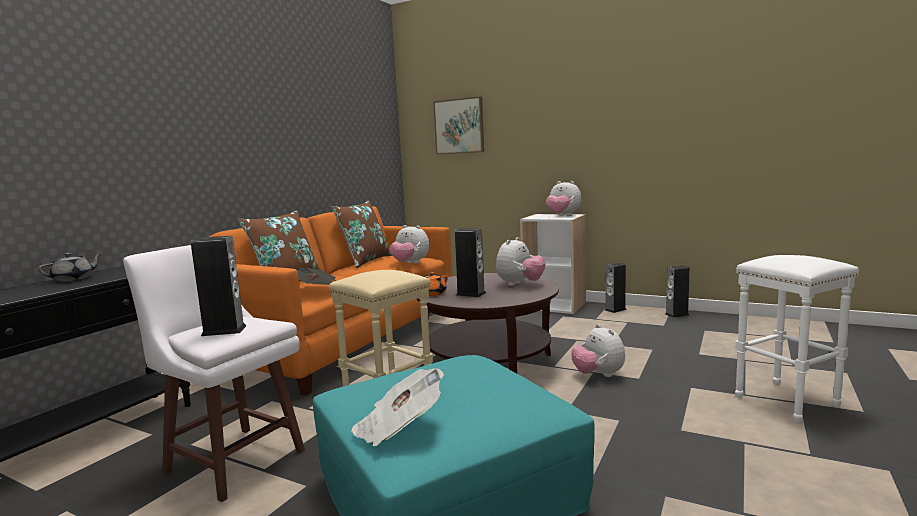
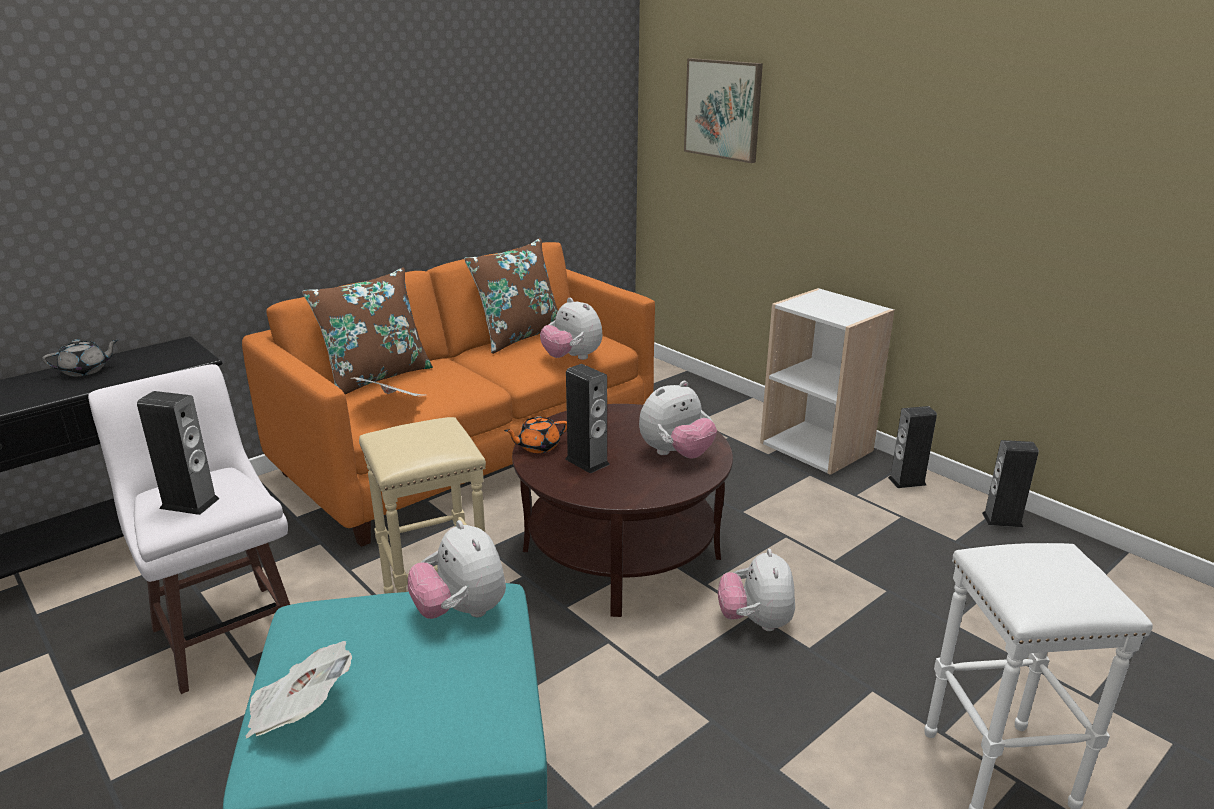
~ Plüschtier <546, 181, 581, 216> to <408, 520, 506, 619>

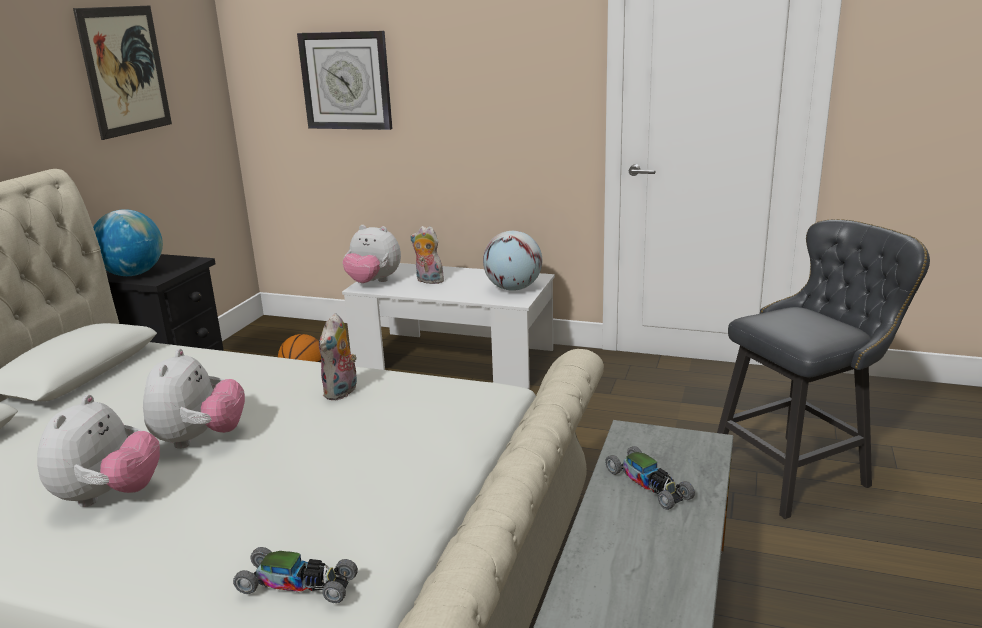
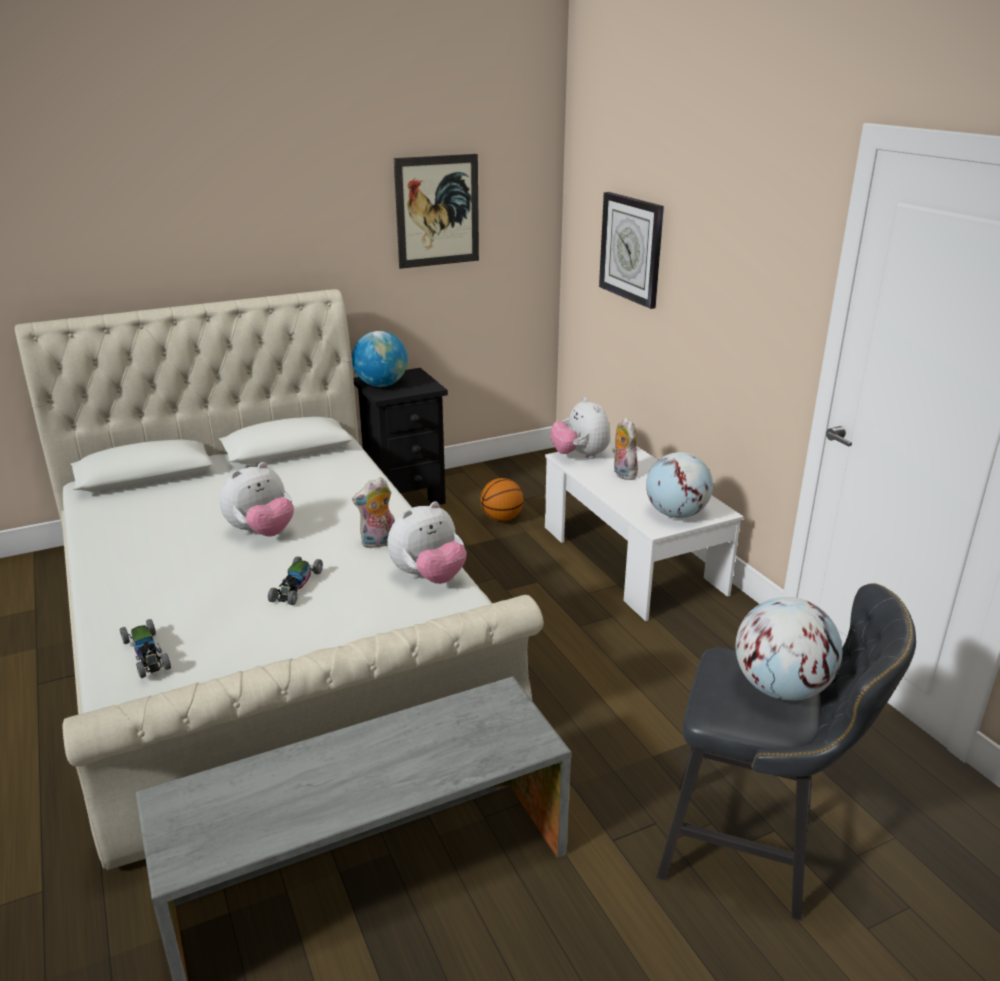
~ Spielzeugauto <605, 446, 695, 510> to <268, 556, 323, 605>
~ Plüschtier <37, 395, 160, 507> to <387, 501, 467, 584>
+ Globus <736, 597, 842, 701>

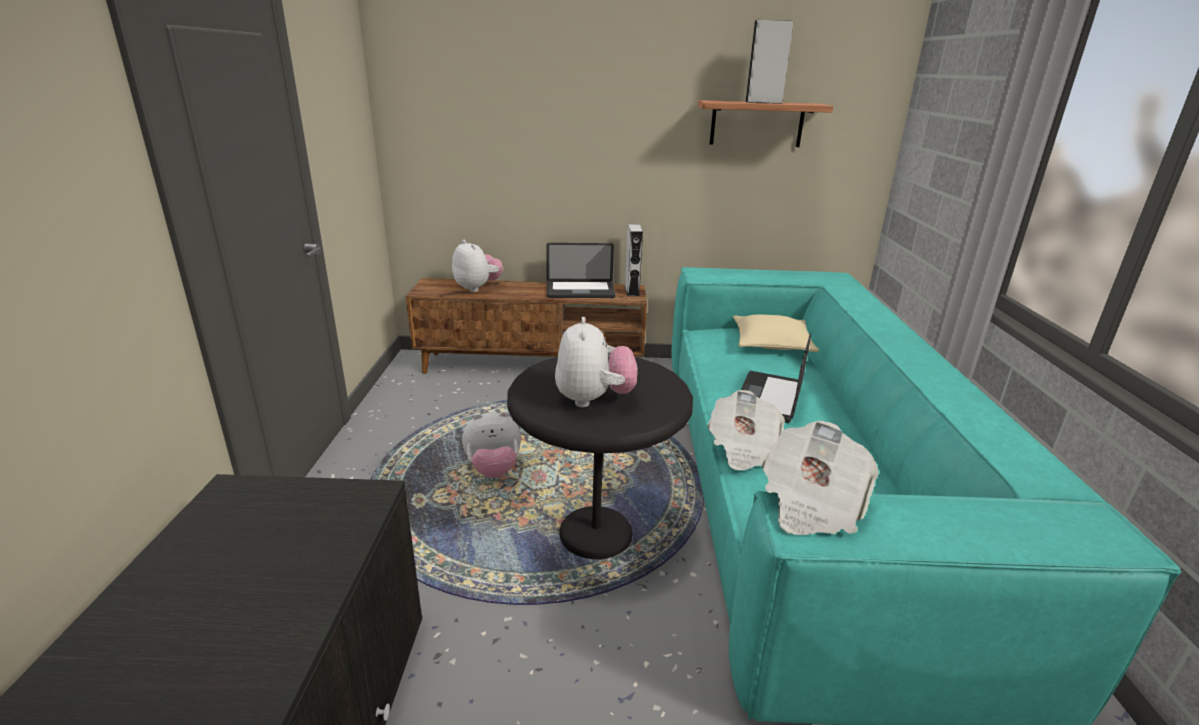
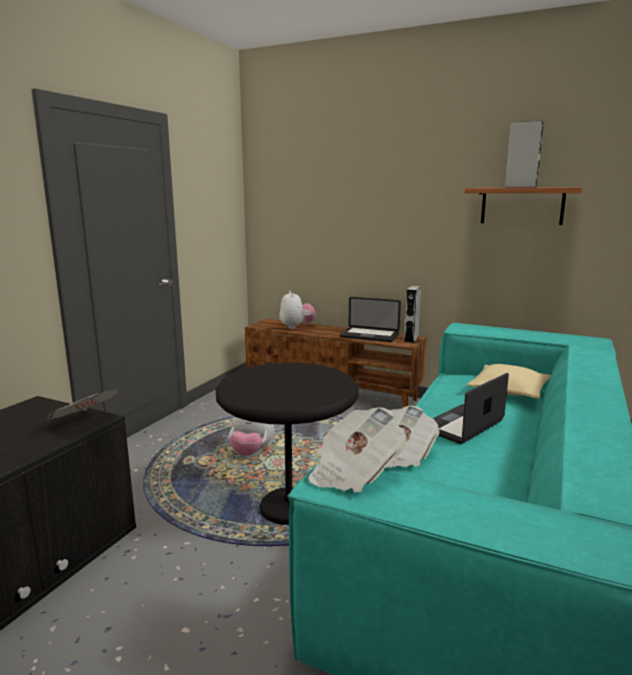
+ Zeitung <48, 390, 117, 420>
- Plüschtier <555, 317, 637, 408>

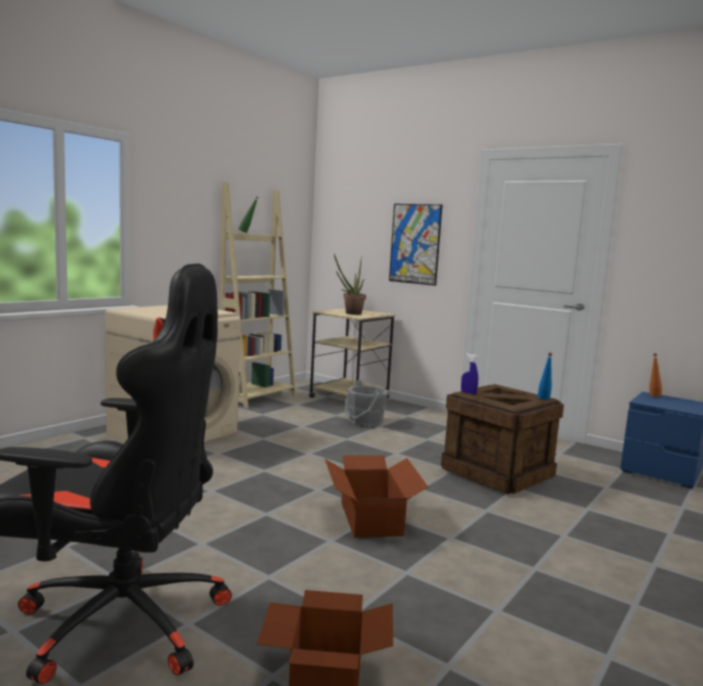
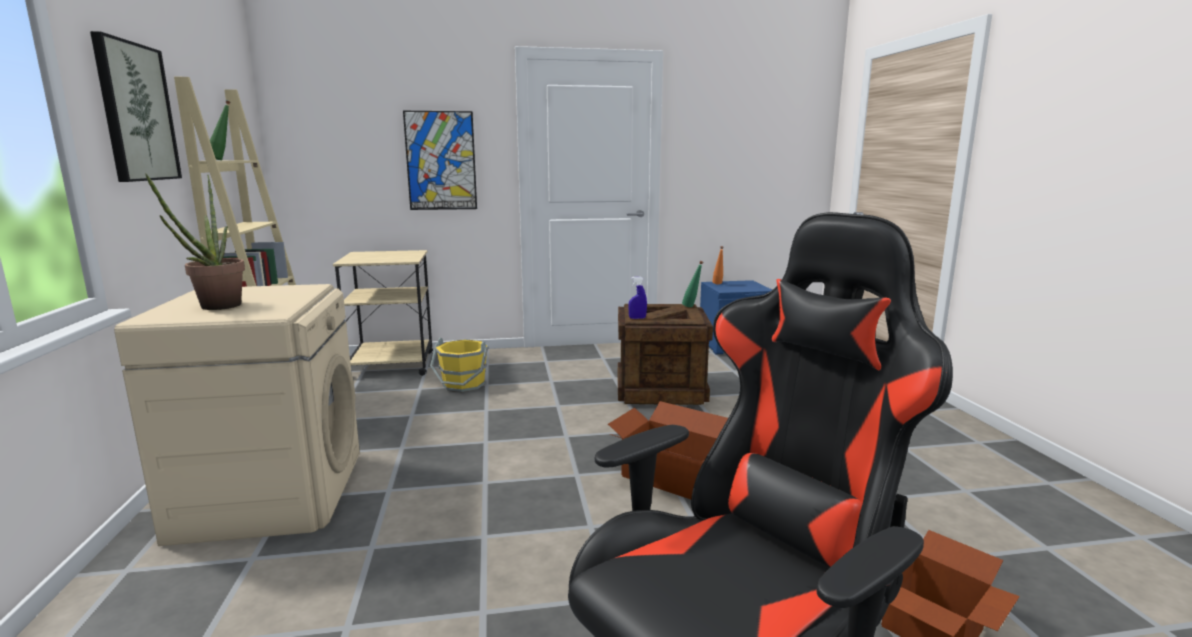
+ Bild <90, 31, 182, 182>
~ Topfpflanze <334, 254, 366, 315> to <145, 173, 245, 310>
~ Eimer (grau) <345, 380, 389, 427> to Eimer (gelb) <430, 338, 489, 392>
~ Flasche (blau) <538, 353, 552, 400> to Flasche (grün) <682, 261, 703, 307>

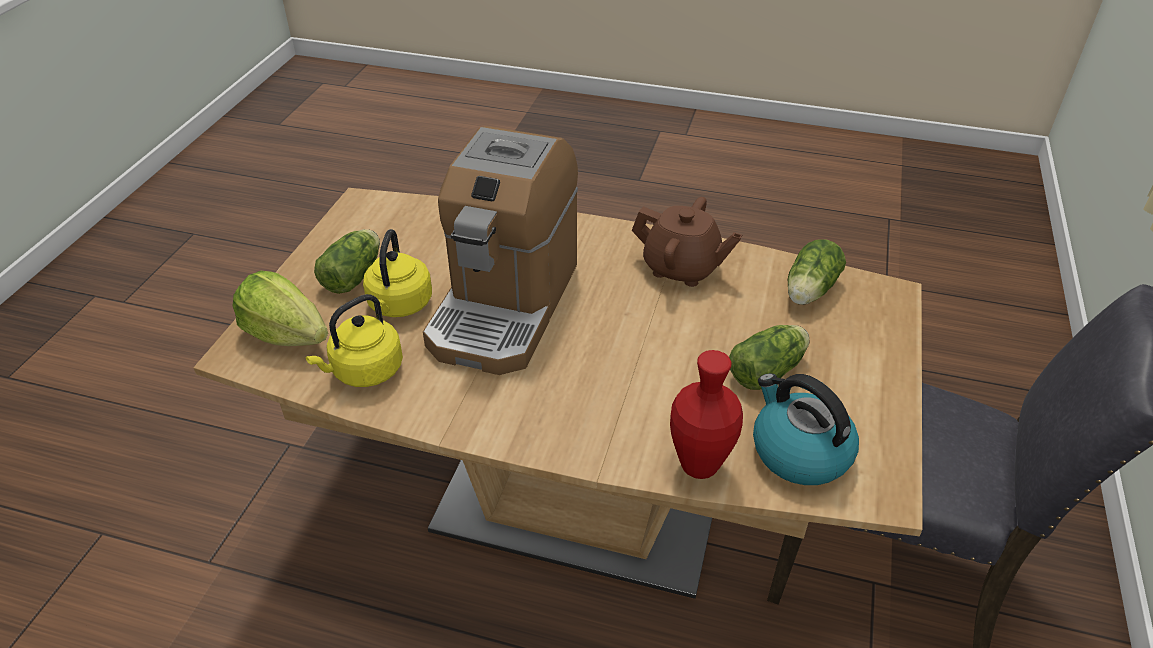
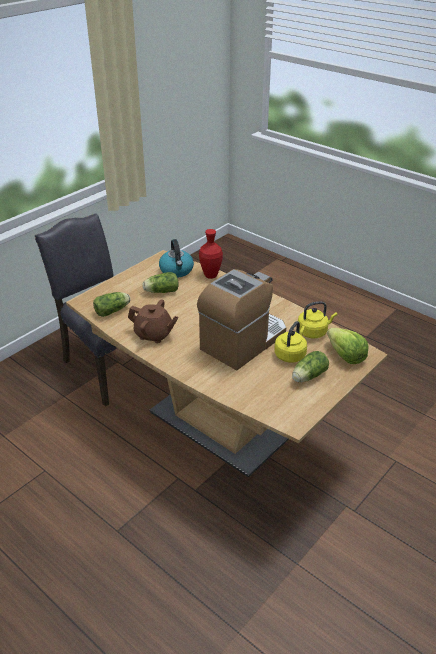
~ Teekanne (braun) <632, 197, 742, 287> = <128, 300, 179, 343> 150 degrees clockwise

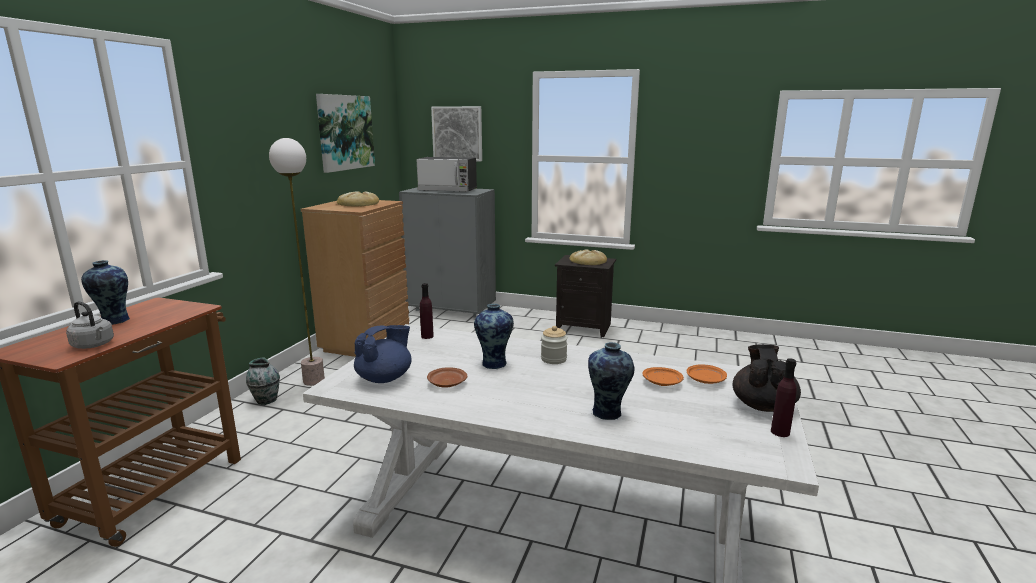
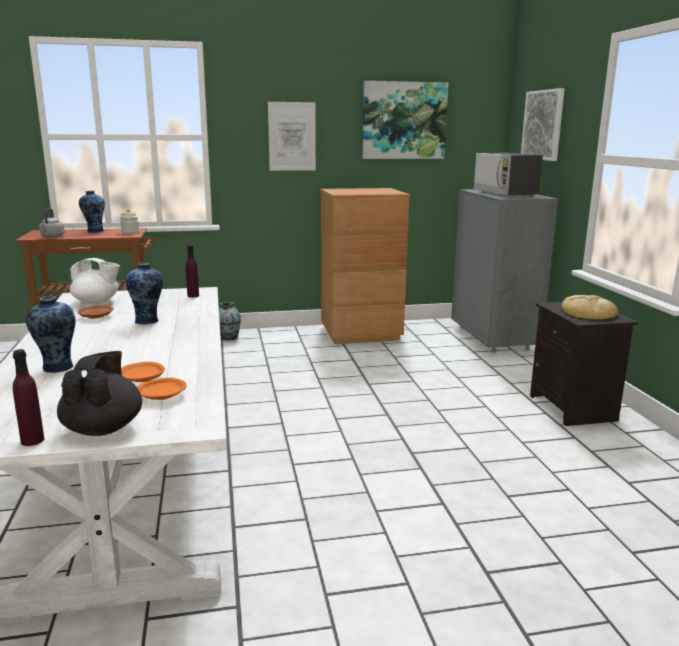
~ Teekanne (schwarz) <733, 344, 801, 412> = <57, 351, 142, 436> 75 degrees counterclockwise
~ Teekanne (blau) <354, 325, 412, 383> to Teekanne (weiß) <70, 258, 120, 304>
~ Vorratsglas <541, 326, 568, 364> to <120, 209, 139, 234>
+ Bild <268, 102, 316, 171>
- Stehlampe <269, 138, 325, 386>
- Brot <337, 192, 379, 206>

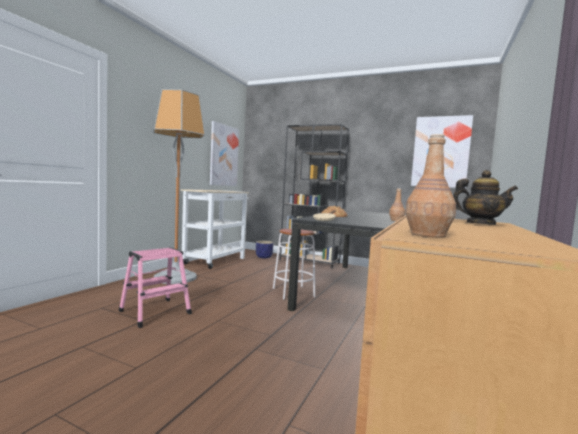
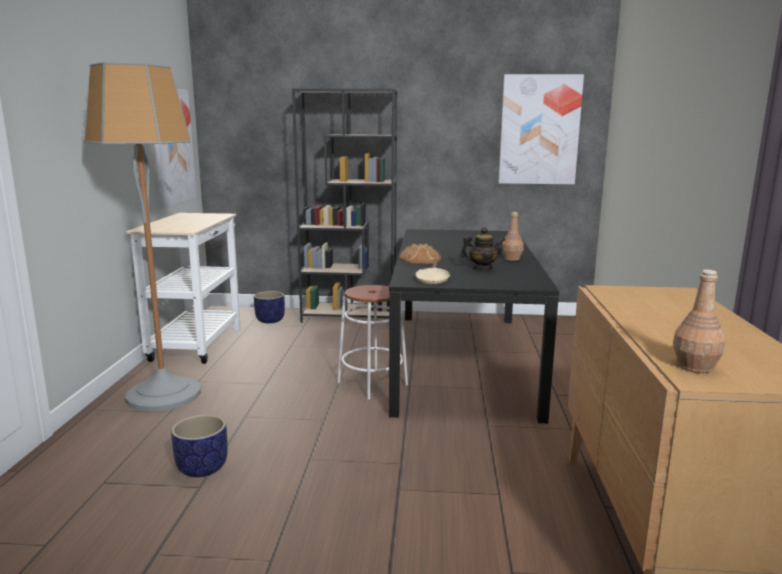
~ Trittleiter (rosa) <118, 247, 192, 328> to Pflanzkübel <171, 414, 228, 477>
~ Teekanne <453, 170, 518, 225> to <460, 227, 505, 270>

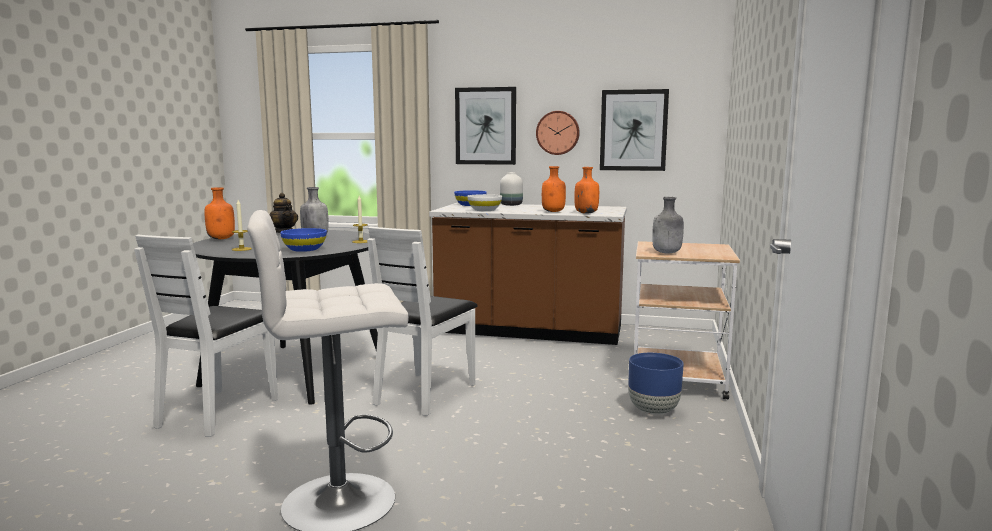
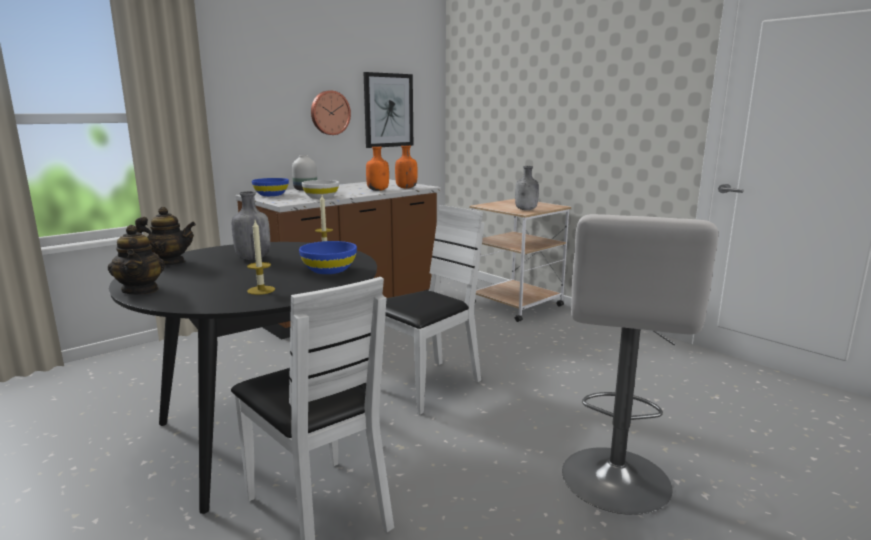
~ Flasche (orange) <204, 187, 235, 239> to Teekanne <108, 225, 165, 295>
~ Stuhl (weiß) <367, 227, 478, 416> = <385, 205, 484, 415> 105 degrees counterclockwise
- Bild <455, 87, 516, 165>
- Pflanzkübel (blau) <629, 353, 684, 415>

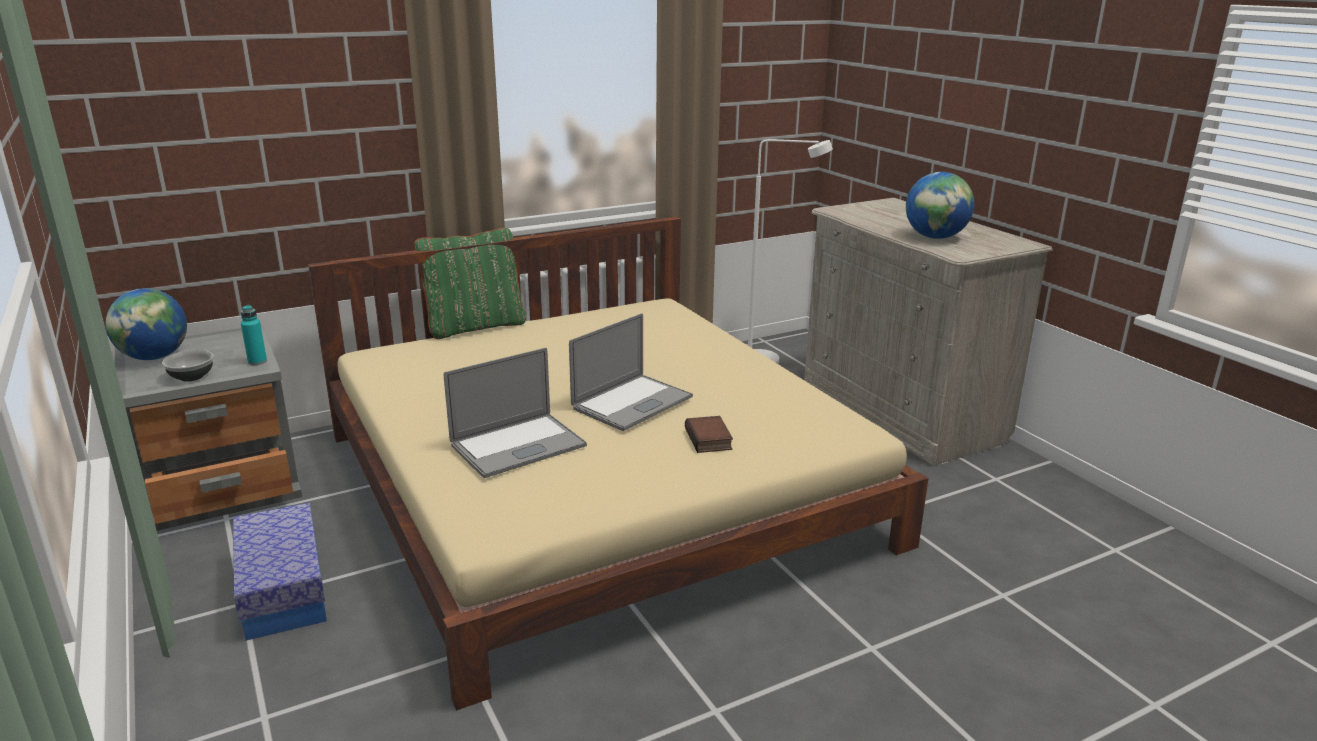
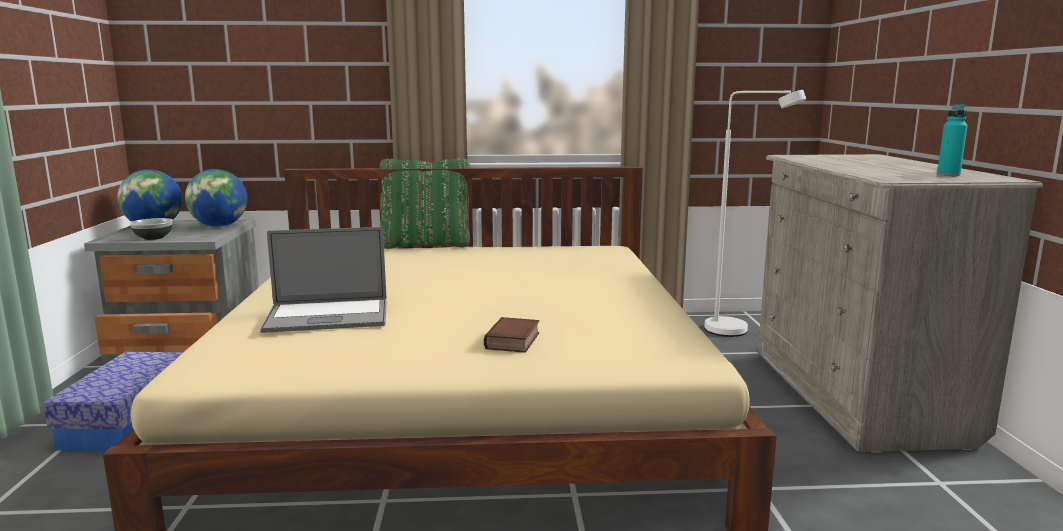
~ Globus <906, 172, 974, 239> to <185, 169, 247, 227>
~ Flasche (türkis) <241, 305, 267, 365> to <937, 104, 968, 176>
- Laptop <569, 313, 693, 431>

